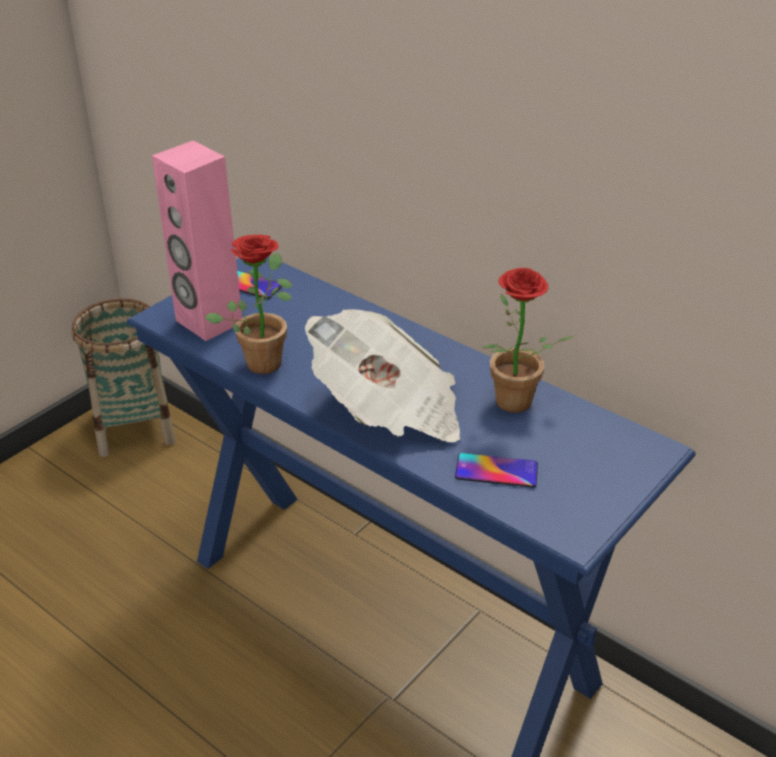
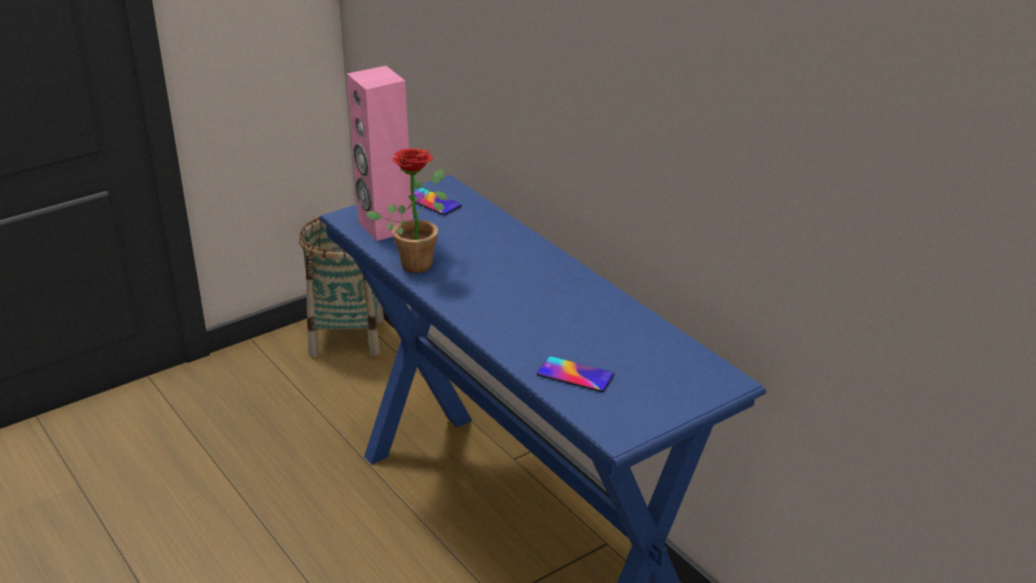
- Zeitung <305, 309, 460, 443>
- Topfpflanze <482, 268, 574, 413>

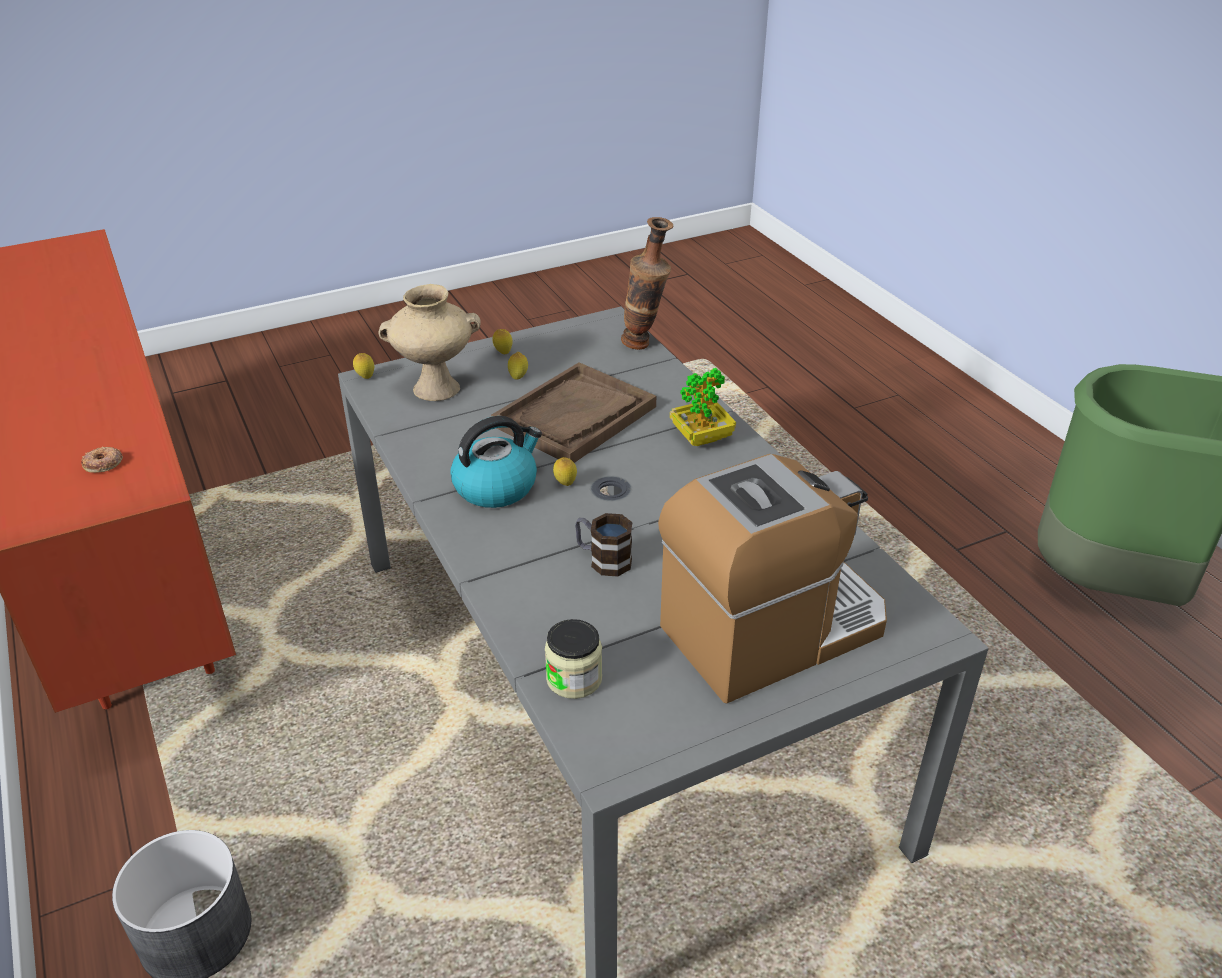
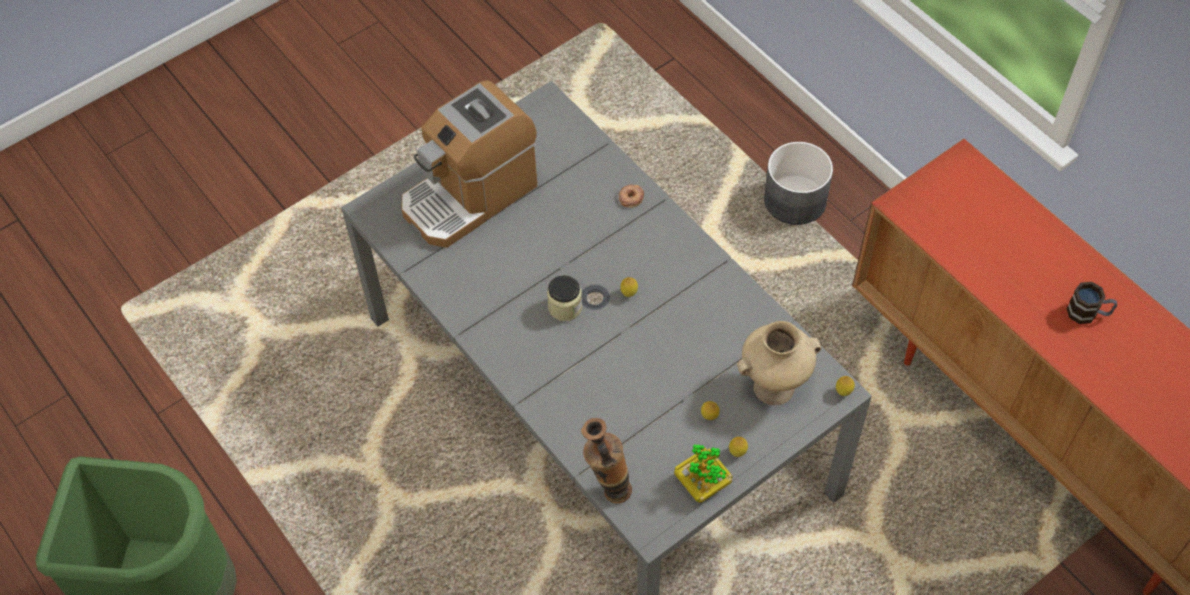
~ Vorratsglas <545, 619, 602, 699> to <547, 275, 582, 321>
~ Donut <81, 447, 123, 473> to <619, 184, 644, 208>
~ Topfpflanze <670, 368, 736, 446> to <674, 444, 733, 503>
~ Henkelbecher <575, 513, 632, 576> to <1066, 282, 1117, 324>
- Wasserkessel <450, 416, 542, 508>
- Tablett (braun) <491, 362, 656, 463>

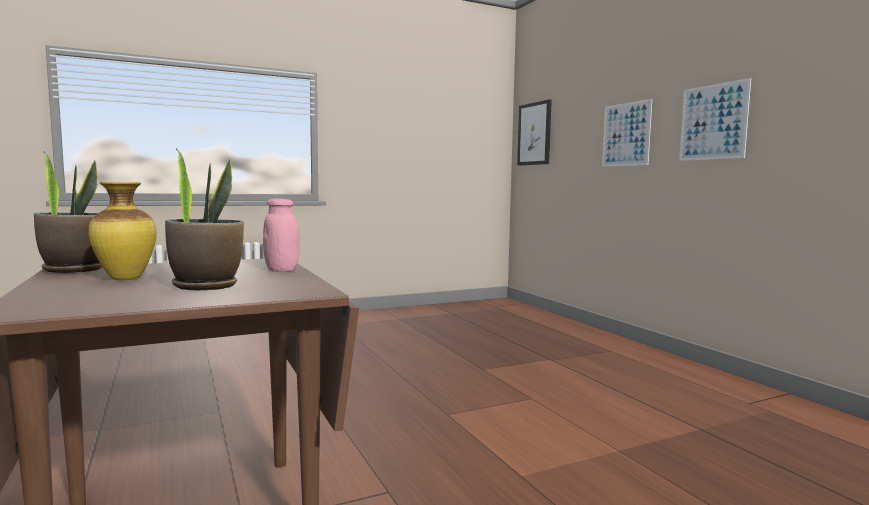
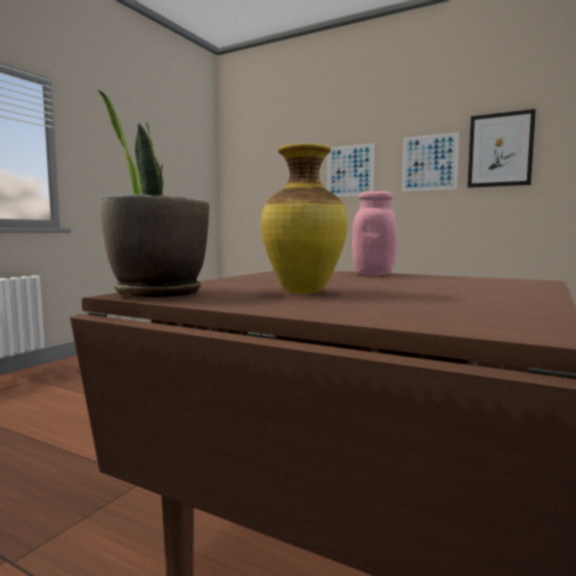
~ Bild <517, 99, 552, 165> to <468, 109, 536, 188>
- Topfpflanze <165, 149, 244, 290>

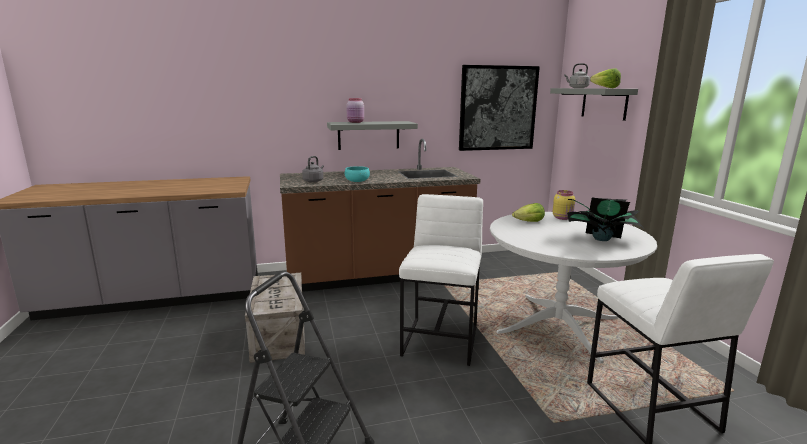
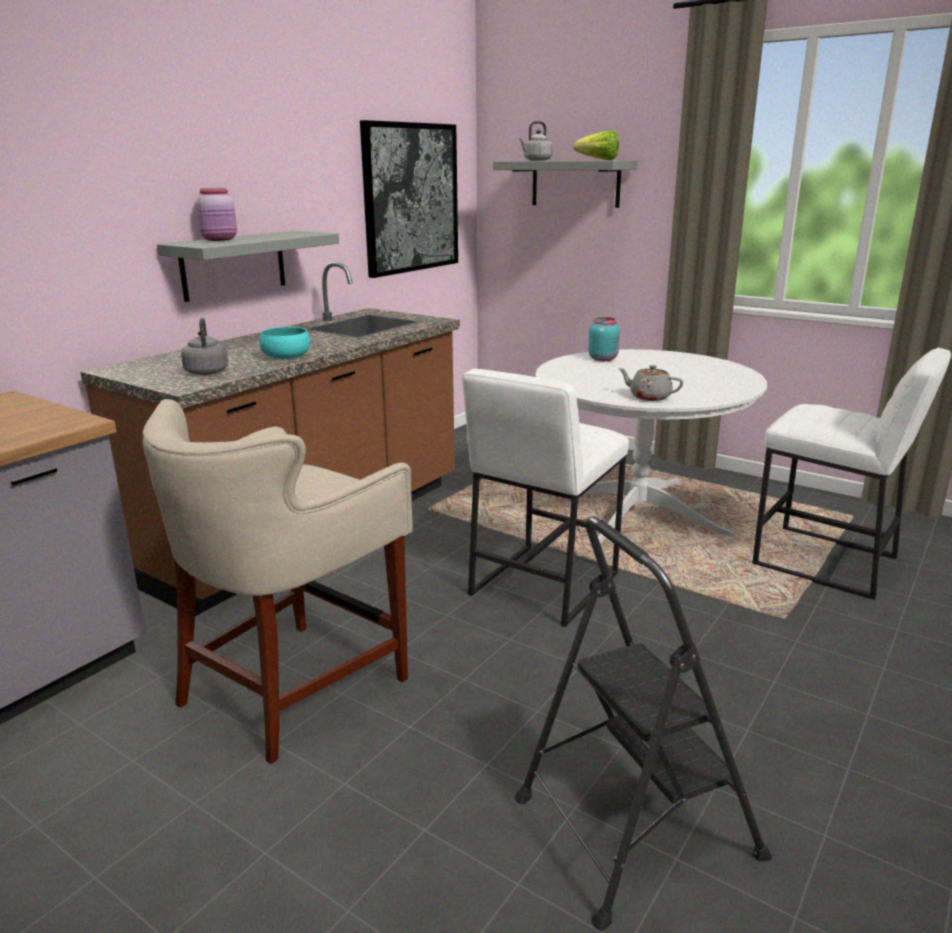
~ Kiste <245, 273, 305, 363> to Hocker (beige) <142, 399, 413, 764>
~ Stuhl (weiß) <399, 194, 483, 366> = <462, 369, 629, 627> 120 degrees counterclockwise
~ Vorratsglas (gelb) <553, 190, 575, 220> to Vorratsglas (türkis) <588, 317, 620, 361>
+ Teekanne (grau) <618, 365, 683, 401>
- Salatkopf <512, 203, 545, 222>
- Topfpflanze <567, 198, 643, 241>

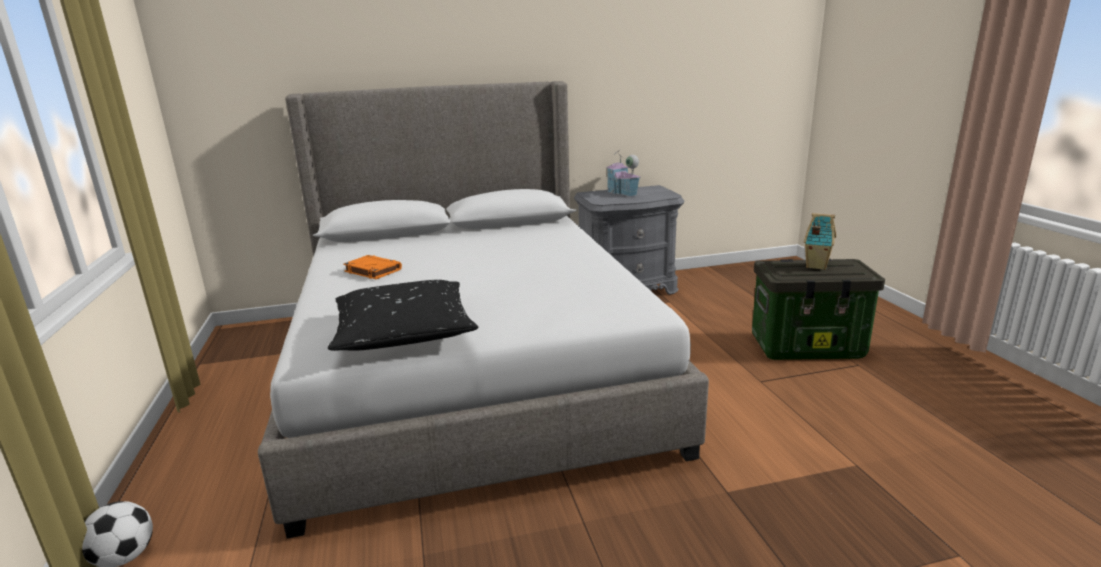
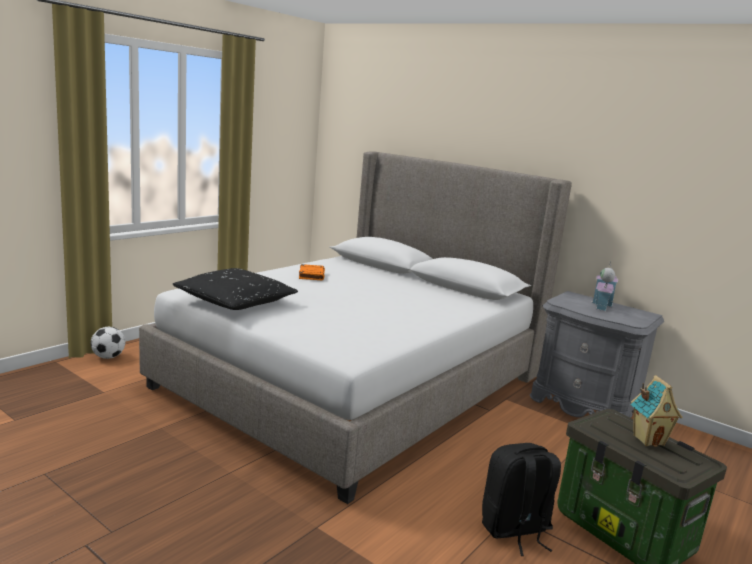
+ Rucksack (schwarz) <482, 443, 561, 556>

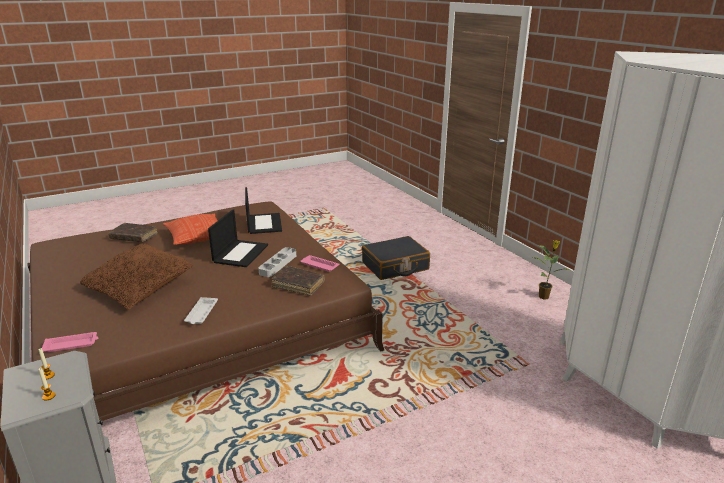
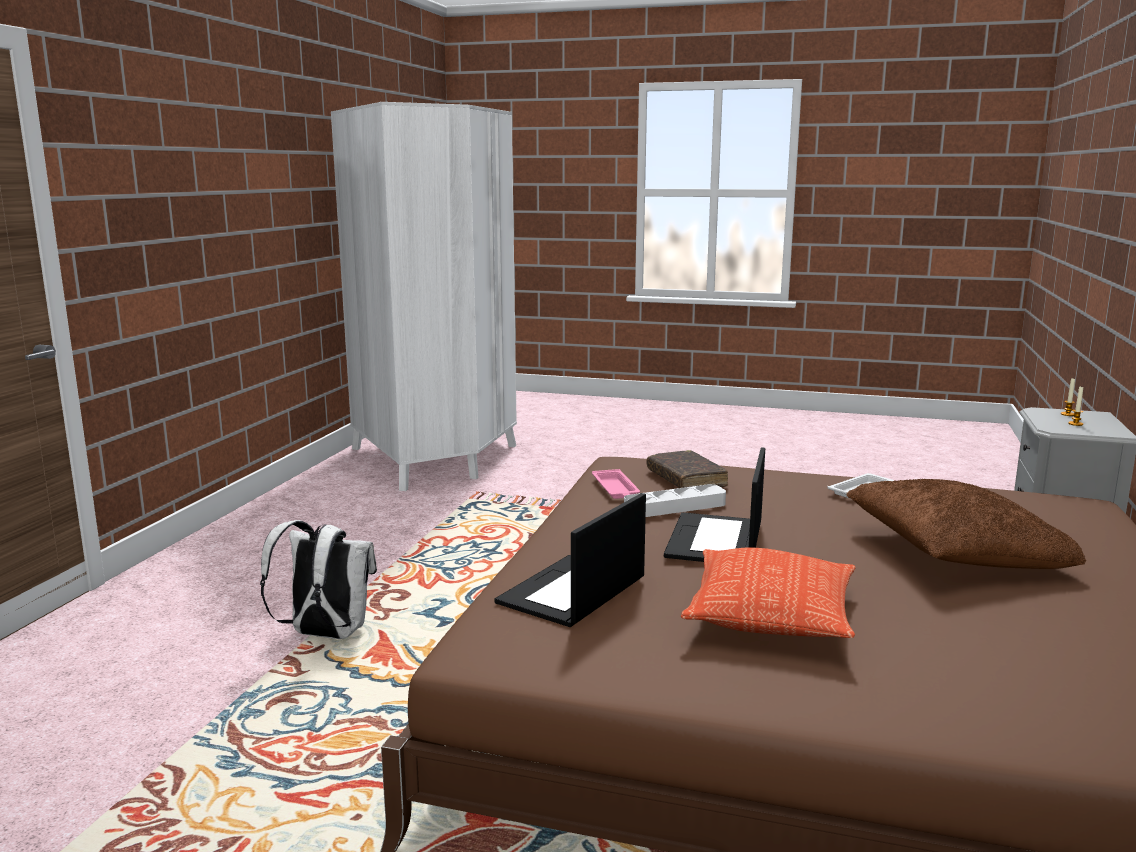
~ Koffer (schwarz) <362, 236, 430, 280> to Rucksack (weiß) <260, 520, 377, 639>
~ Laptop <208, 209, 268, 267> = <664, 447, 765, 562> 45 degrees counterclockwise
- Tablett (rosa) <42, 332, 99, 352>
- Buch (braun) <108, 223, 158, 242>
- Topfpflanze <531, 240, 572, 299>

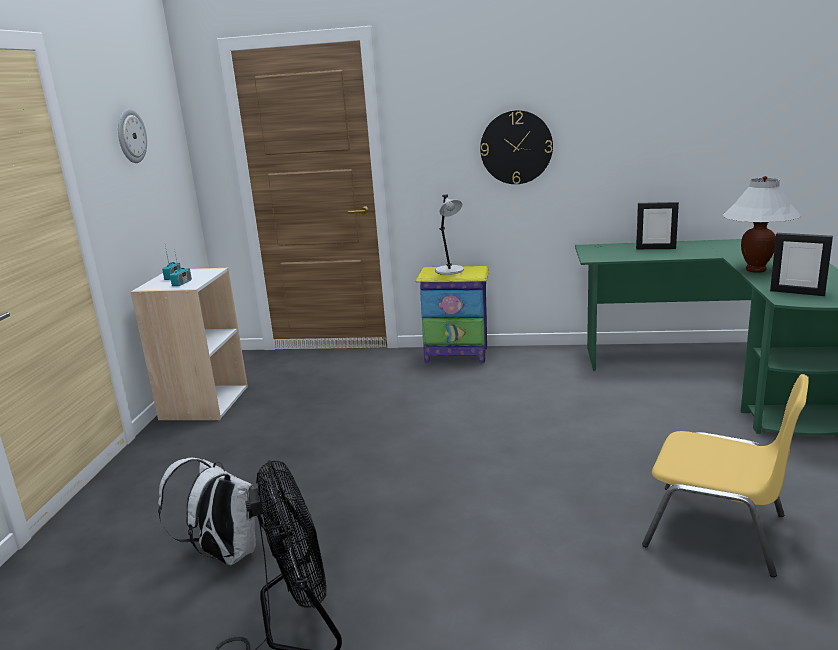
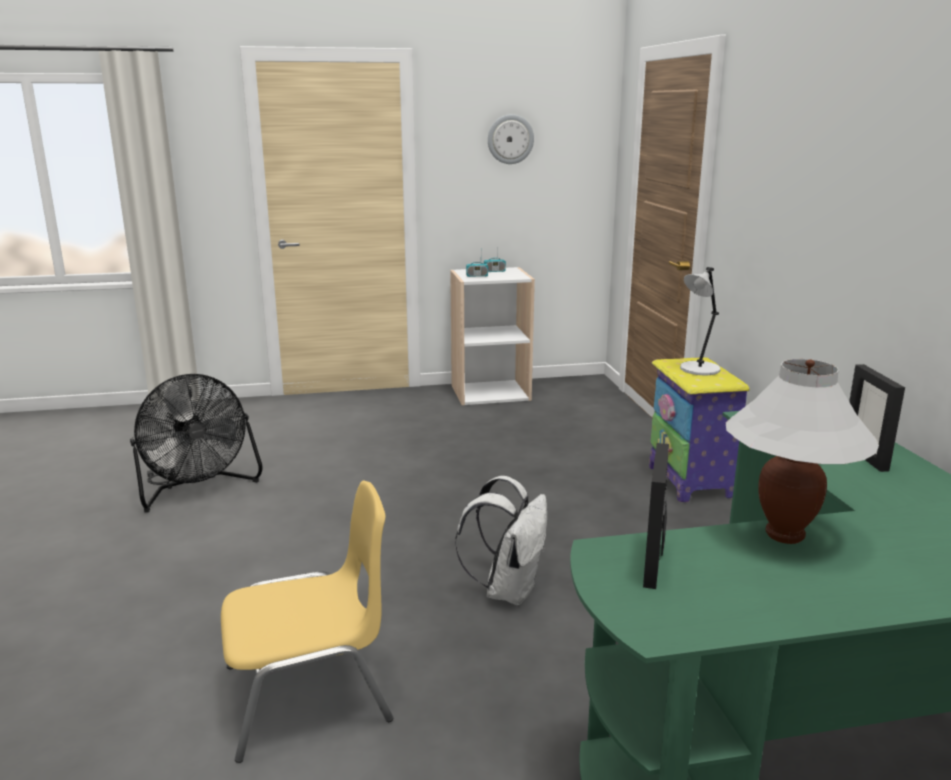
~ Stuhl (gelb) <642, 374, 809, 577> = <221, 481, 393, 763> 120 degrees counterclockwise
~ Rucksack (weiß) <158, 458, 256, 565> to <455, 476, 547, 605>
- Wanduhr <480, 110, 553, 184>

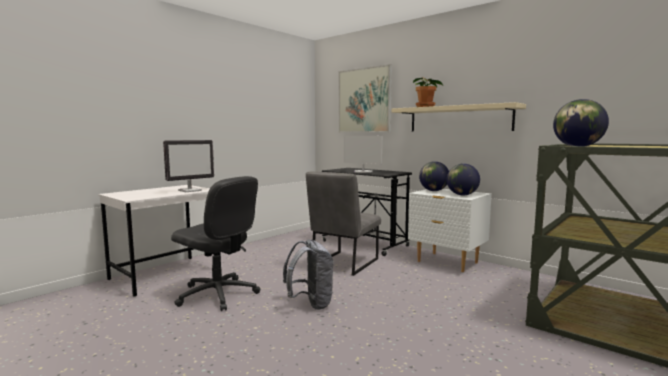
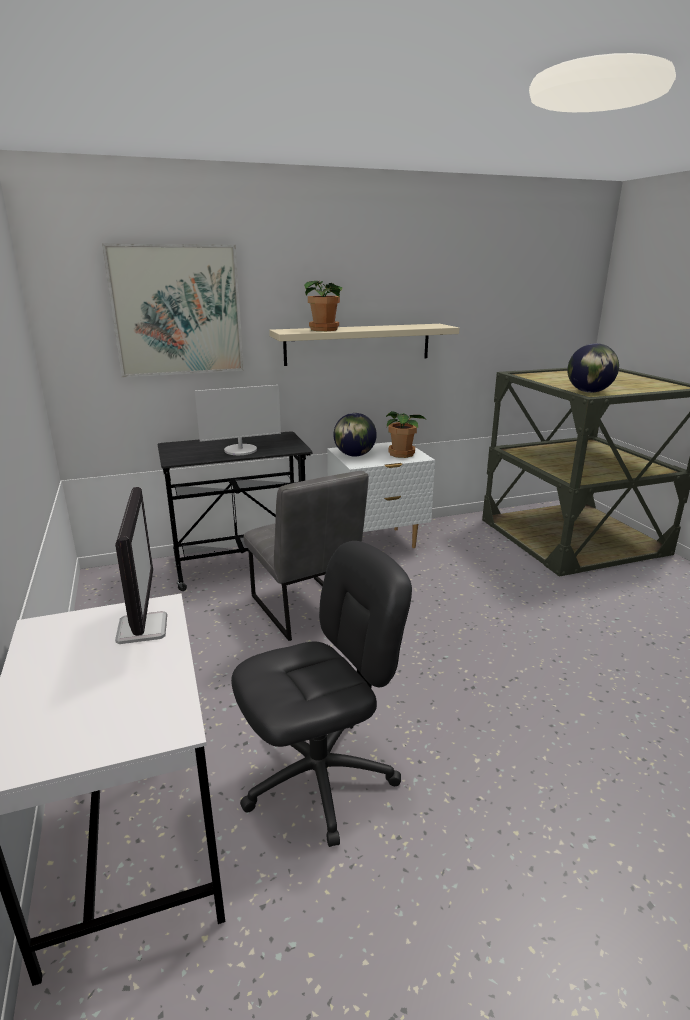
~ Globus <447, 163, 480, 196> to Topfpflanze <386, 411, 425, 458>
- Rucksack (grau) <283, 239, 333, 310>

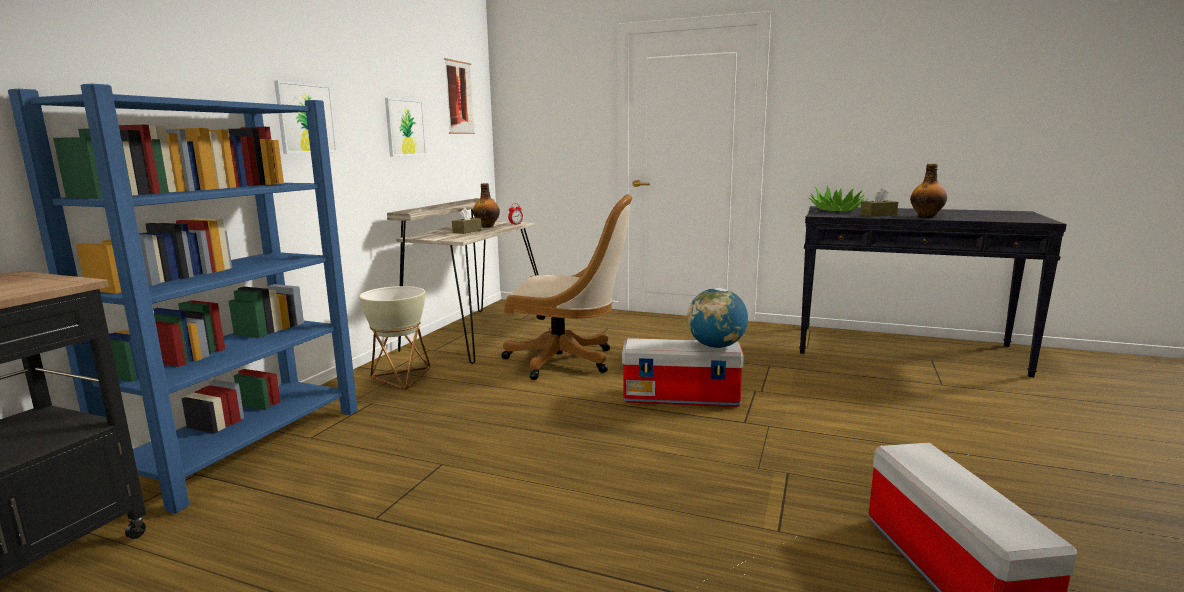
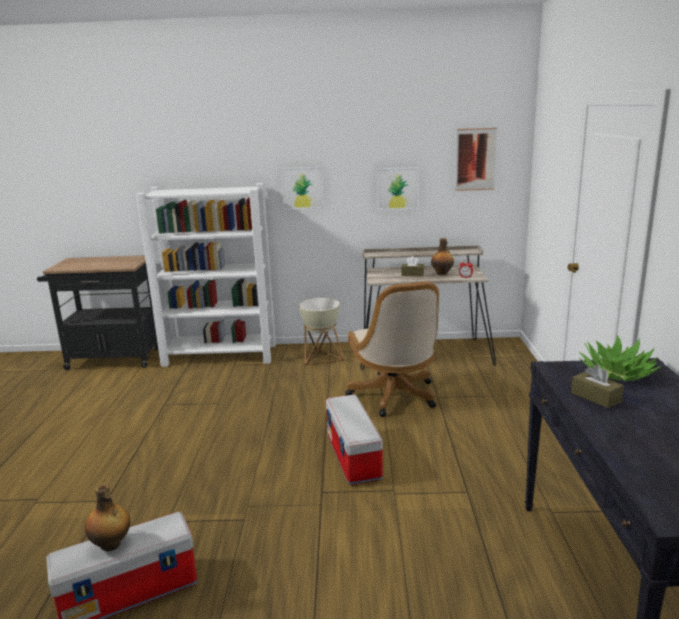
~ Flasche <910, 164, 947, 218> to <85, 484, 130, 551>
~ Bücherregal (blau) <8, 84, 358, 513> to Bücherregal (weiß) <136, 183, 276, 367>
- Globus <687, 288, 748, 348>

